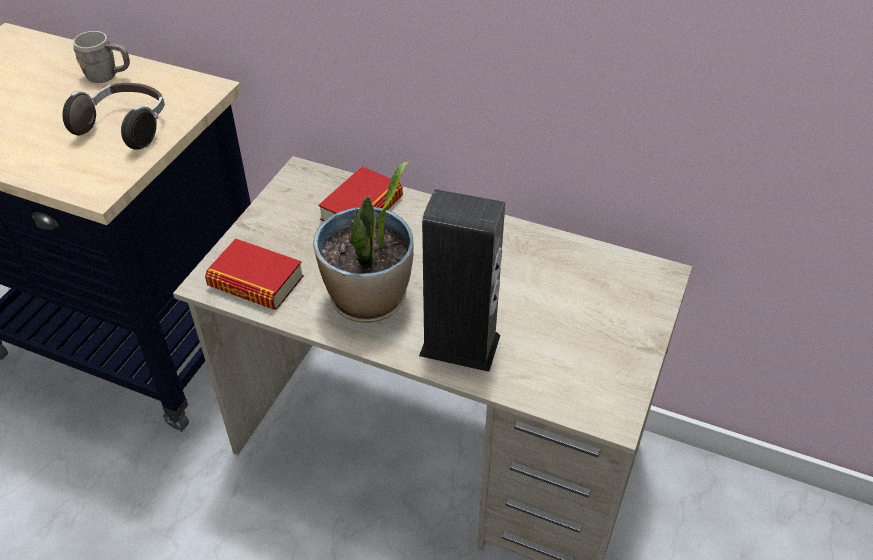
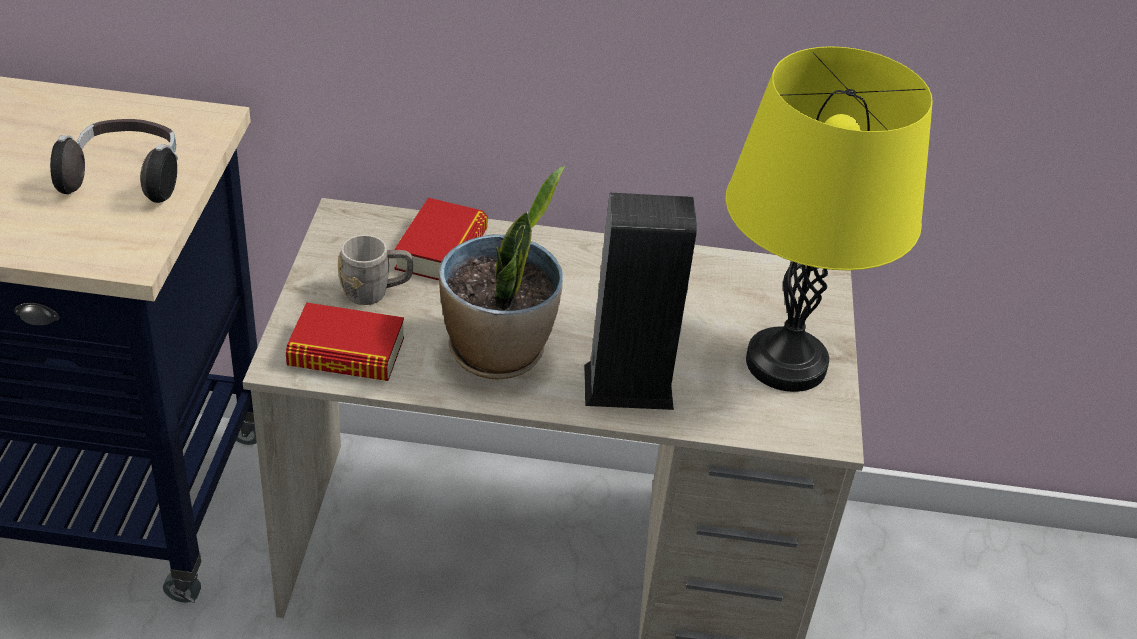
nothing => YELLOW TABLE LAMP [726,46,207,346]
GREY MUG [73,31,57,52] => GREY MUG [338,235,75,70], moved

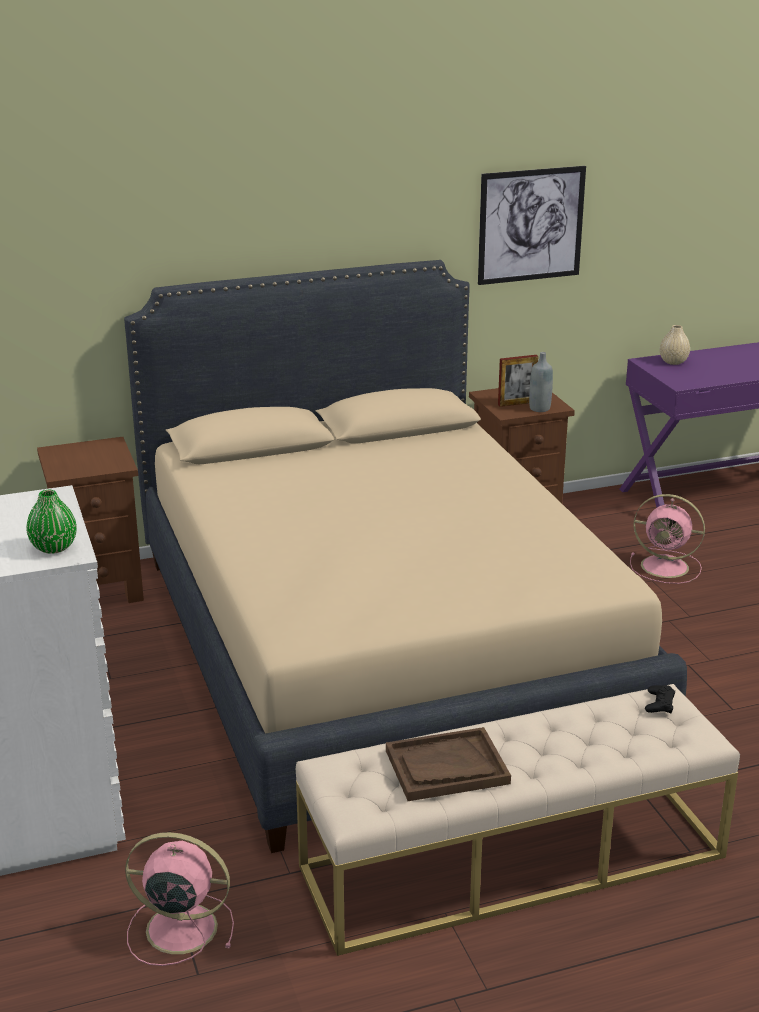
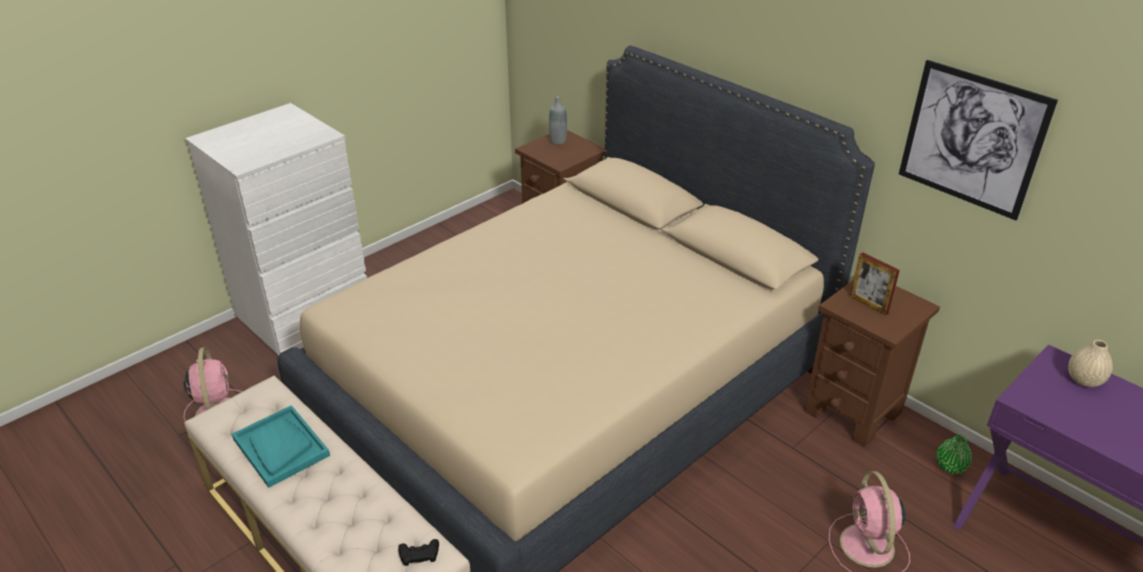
GREEN VASE [26,490,51,64] => GREEN VASE [936,434,36,40], moved
GREY BOTTLE [529,352,24,60] => GREY BOTTLE [549,96,18,49], moved
BROWN TRAY [386,727,125,74] => TURQUOISE TRAY [232,405,98,83]

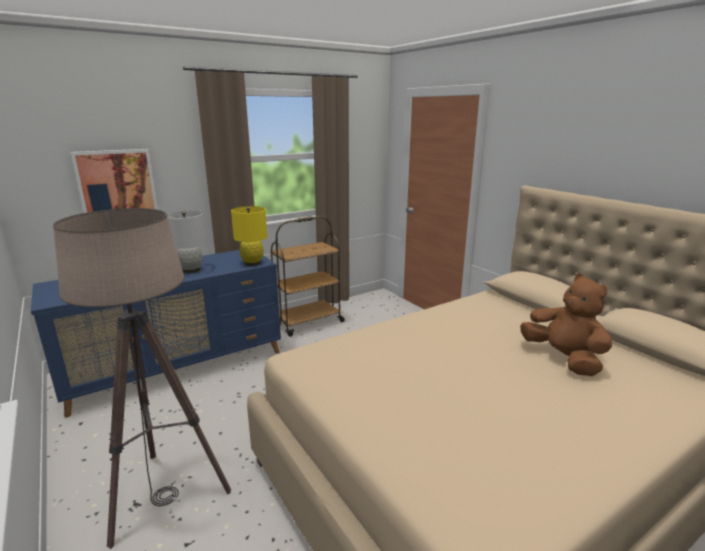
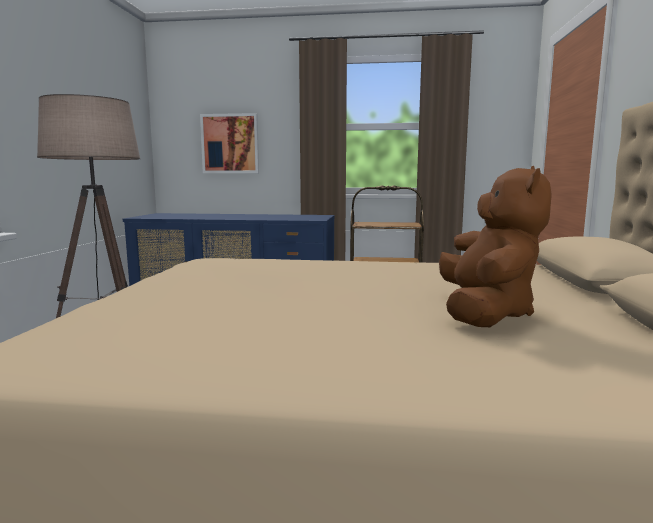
WHITE TABLE LAMP [167,211,39,62] => nothing
YELLOW TABLE LAMP [231,206,36,60] => nothing

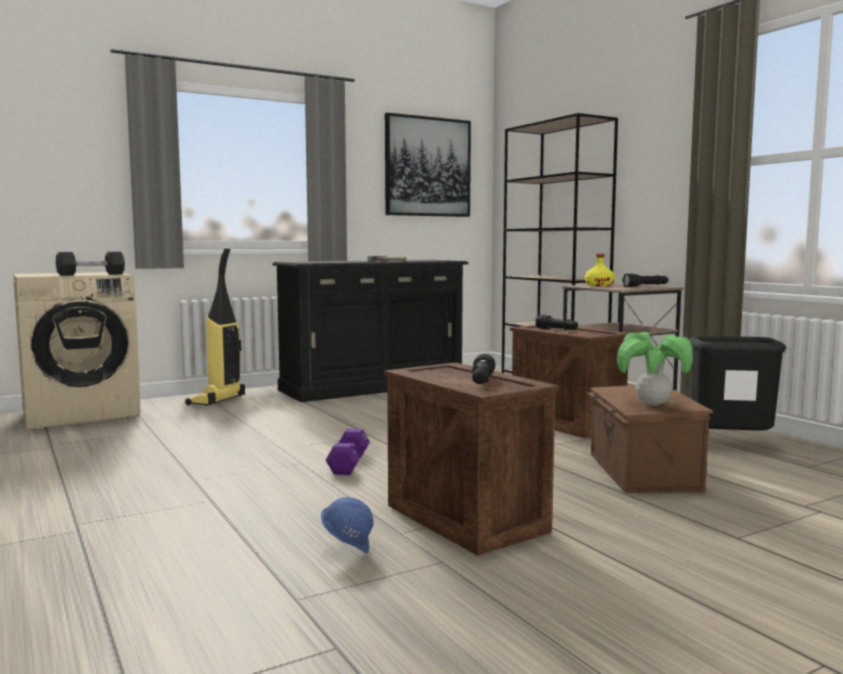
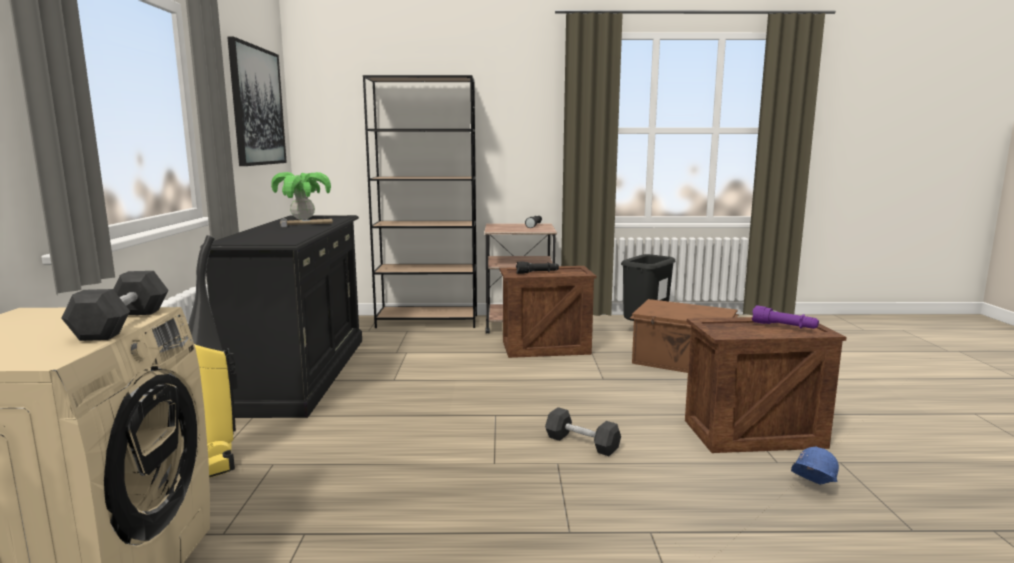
YELLOW BOTTLE [585,254,30,32] => nothing
POTTED PLANT [617,332,76,74] => POTTED PLANT [271,172,60,48], moved
PURPLE DUMBBELL [326,429,44,46] => BLACK DUMBBELL [545,407,76,49]
BLACK FLASHLIGHT [472,354,23,30] => PURPLE FLASHLIGHT [752,305,67,24]

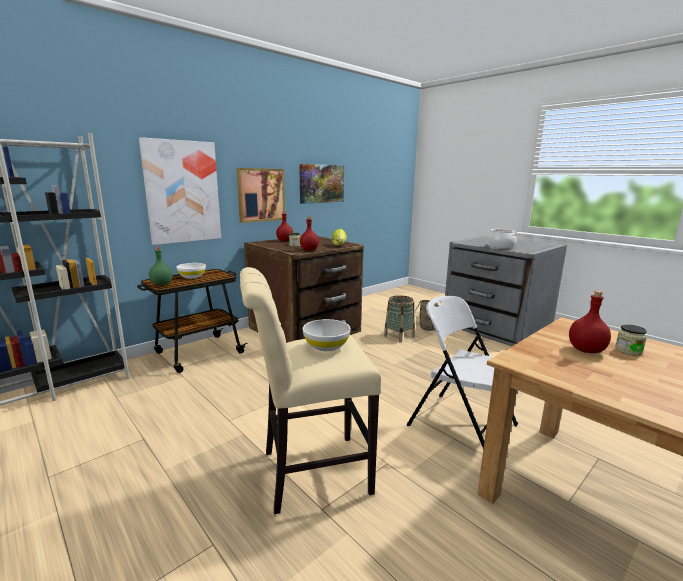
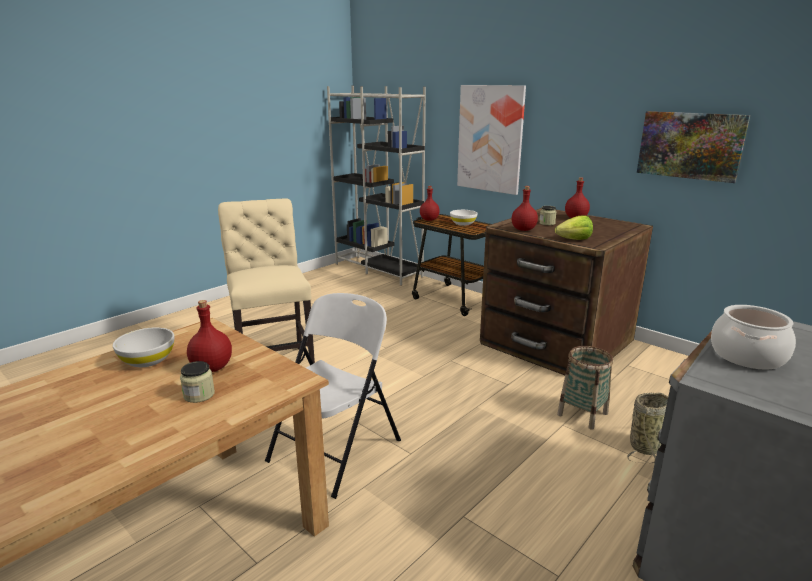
PICTURE [237,168,48,55] => nothing
WHITE BOWL [303,319,48,32] => WHITE BOWL [113,327,61,40], moved
GREEN BOTTLE [149,247,24,38] => RED BOTTLE [420,186,20,35]

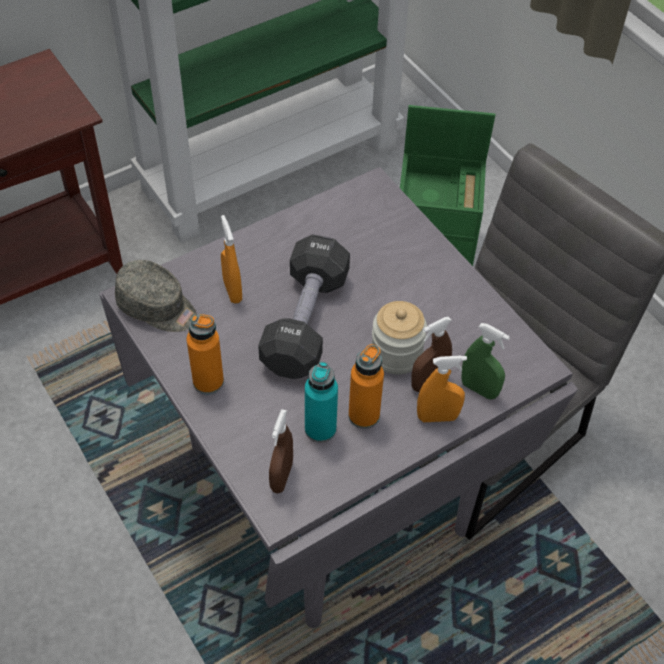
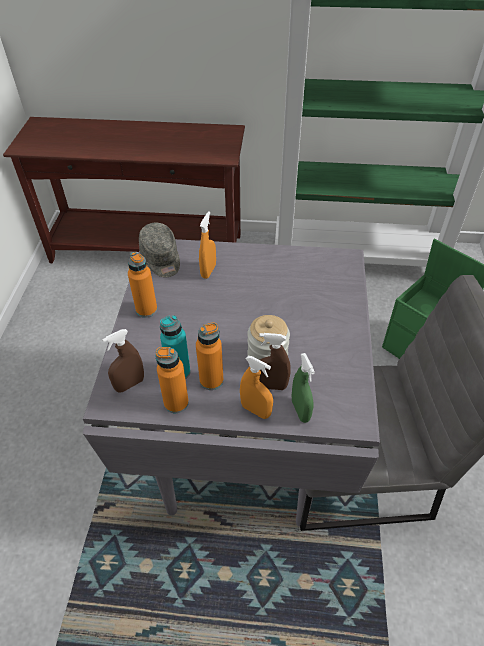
BLACK DUMBBELL [258,234,92,145] => nothing
nothing => ORANGE BOTTLE [156,347,33,66]

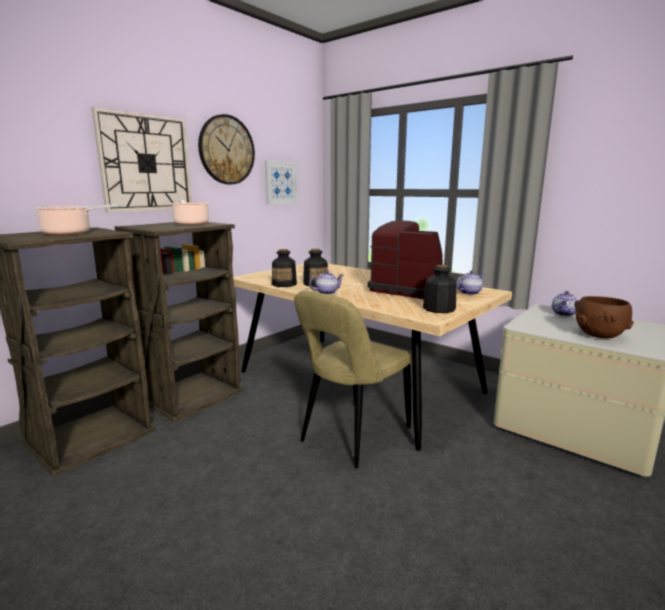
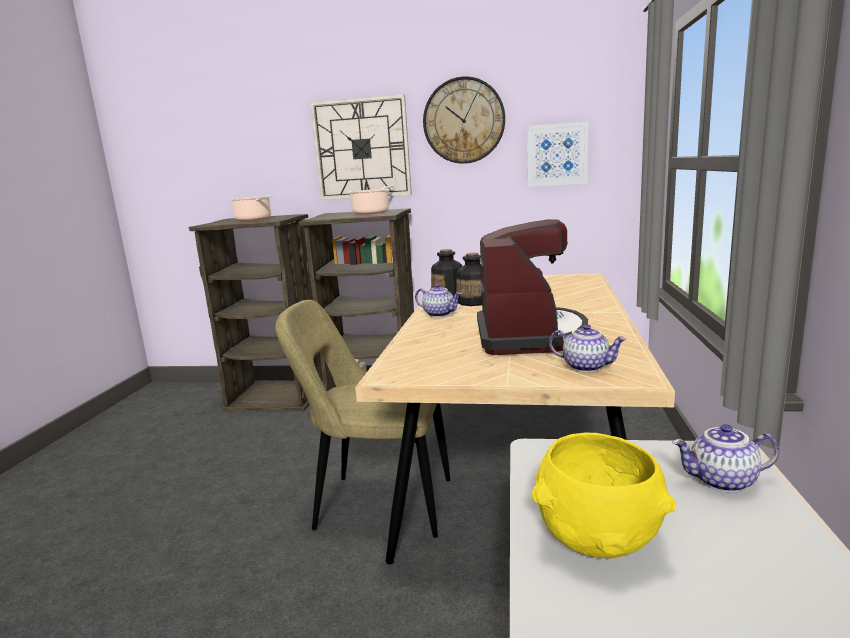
BOTTLE [423,265,34,48] => nothing
BROWN BOWL [574,296,60,42] => YELLOW BOWL [532,432,144,126]

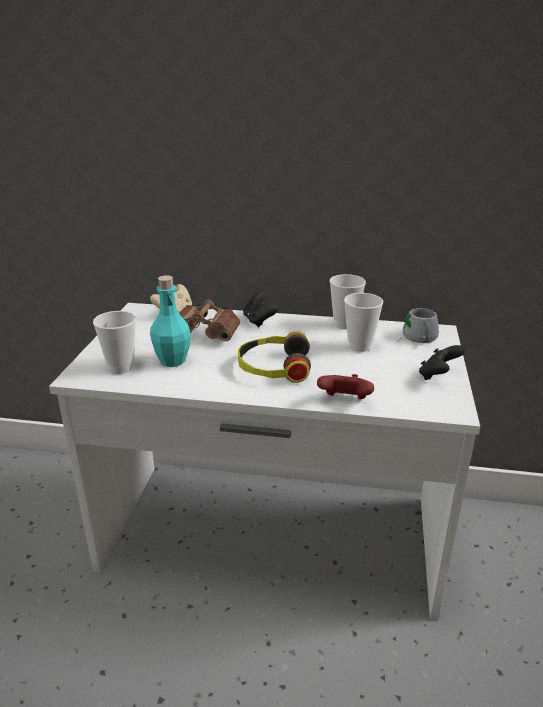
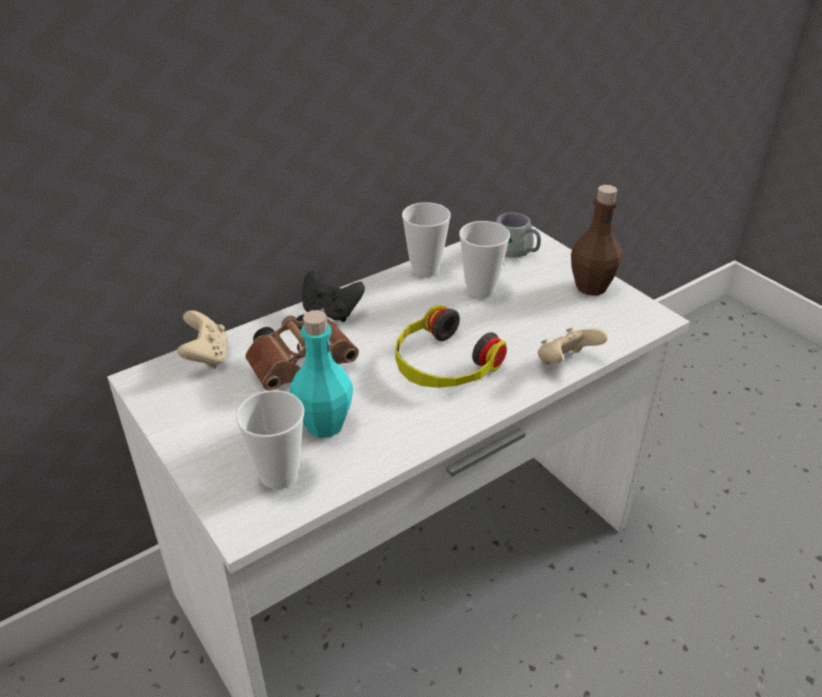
BLACK GAME CONTROLLER [419,345,46,35] => BROWN BOTTLE [571,185,52,111]
RED GAME CONTROLLER [317,374,57,25] => BEIGE GAME CONTROLLER [538,327,70,38]

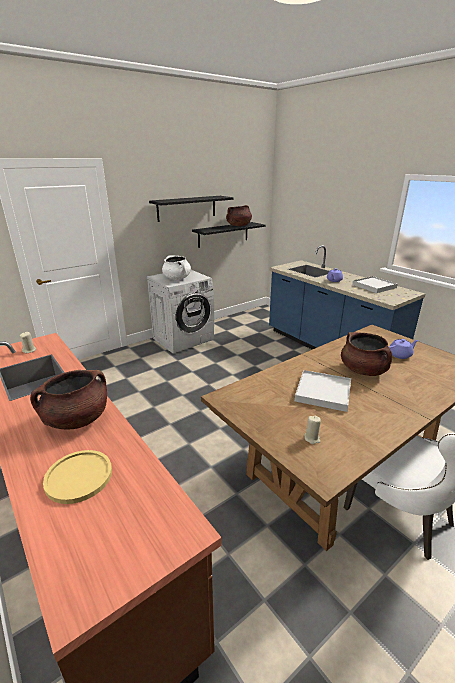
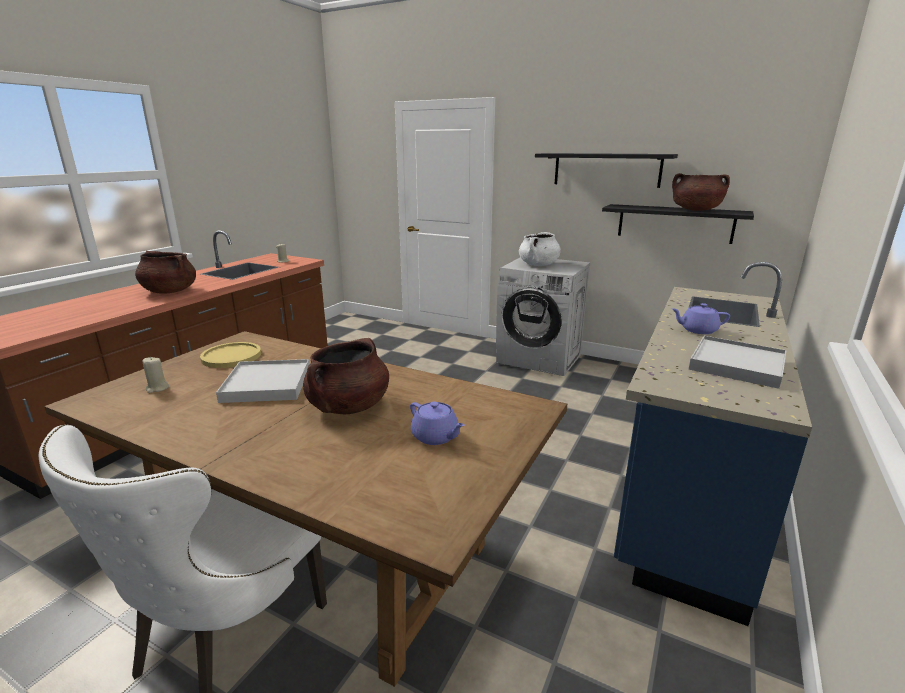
YELLOW PLATE [43,450,69,54] => YELLOW PLATE [200,342,61,26], moved

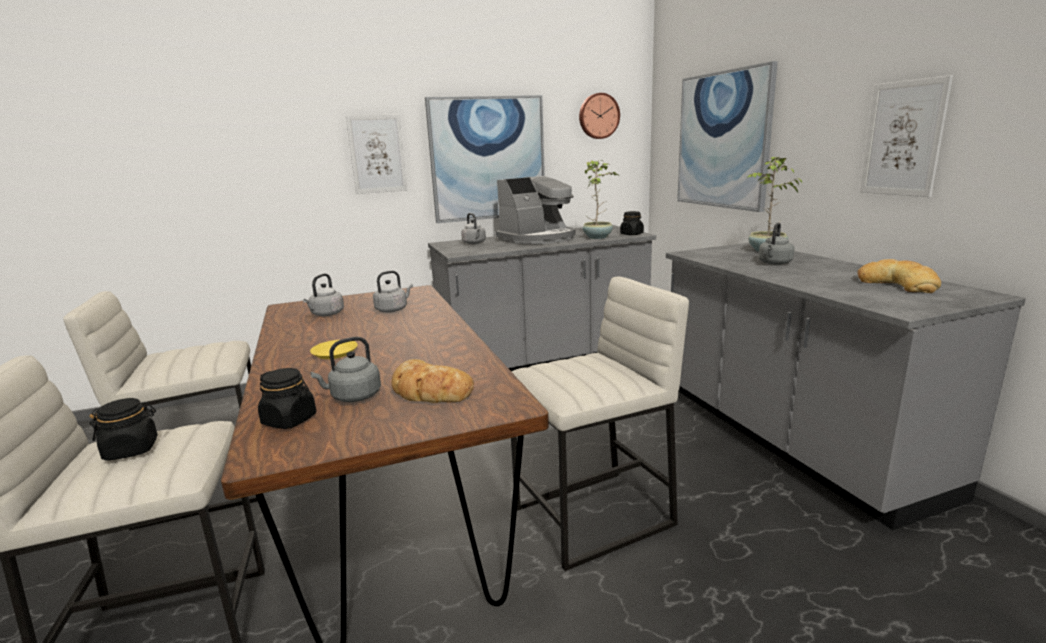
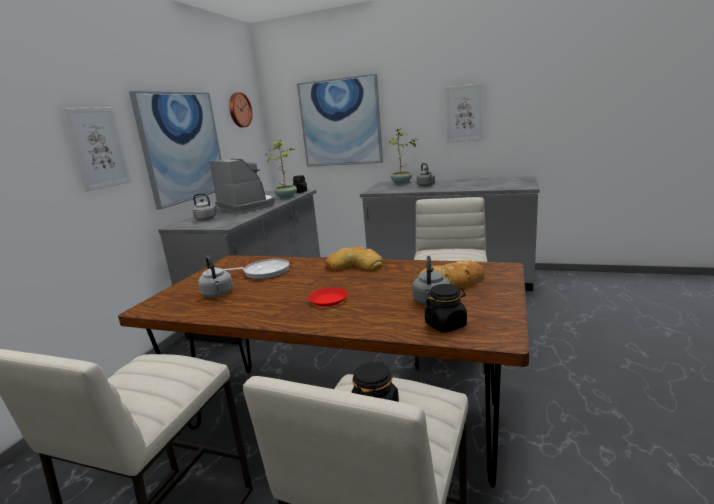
BREAD [857,259,84,34] => BREAD [326,247,57,24], moved
GREY KETTLE [373,271,40,42] => FRYING PAN [223,259,66,20]
YELLOW PLATE [310,340,48,19] => RED PLATE [308,287,40,19]
COFFEE MACHINE [496,176,79,69] => COFFEE MACHINE [209,159,66,55], 45 degrees counterclockwise

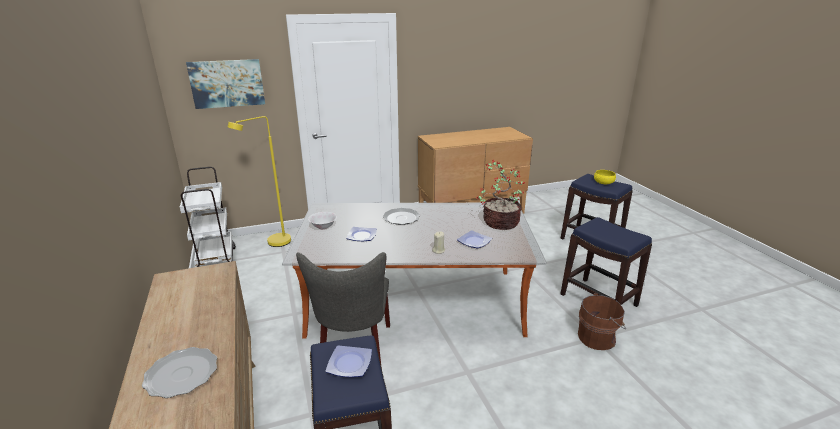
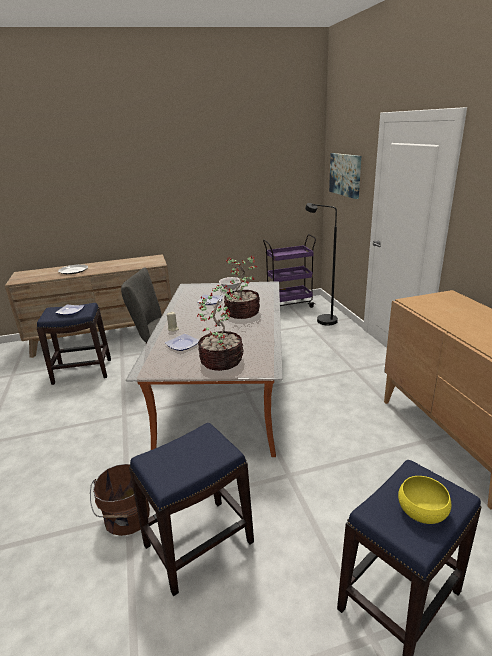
PLATE [383,208,37,17] => POTTED PLANT [224,255,36,64]
WHITE CART [180,167,56,100] => PURPLE CART [263,234,53,74]
YELLOW FLOOR LAMP [228,116,63,131] => BLACK FLOOR LAMP [305,203,33,122]

